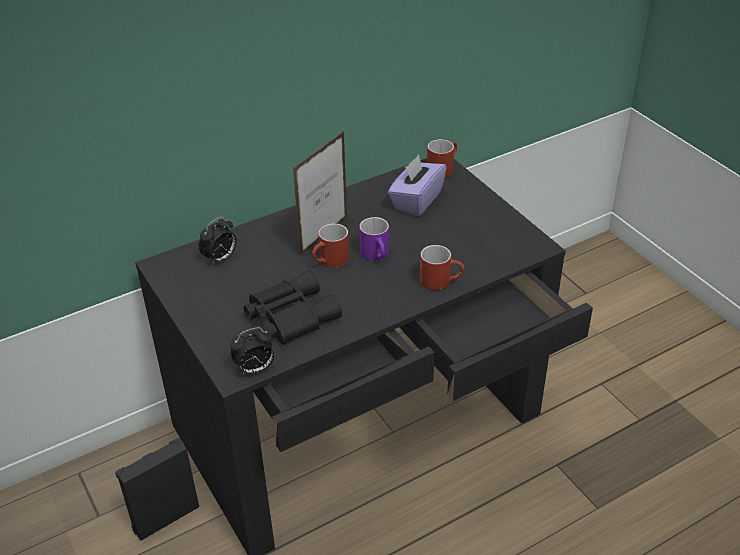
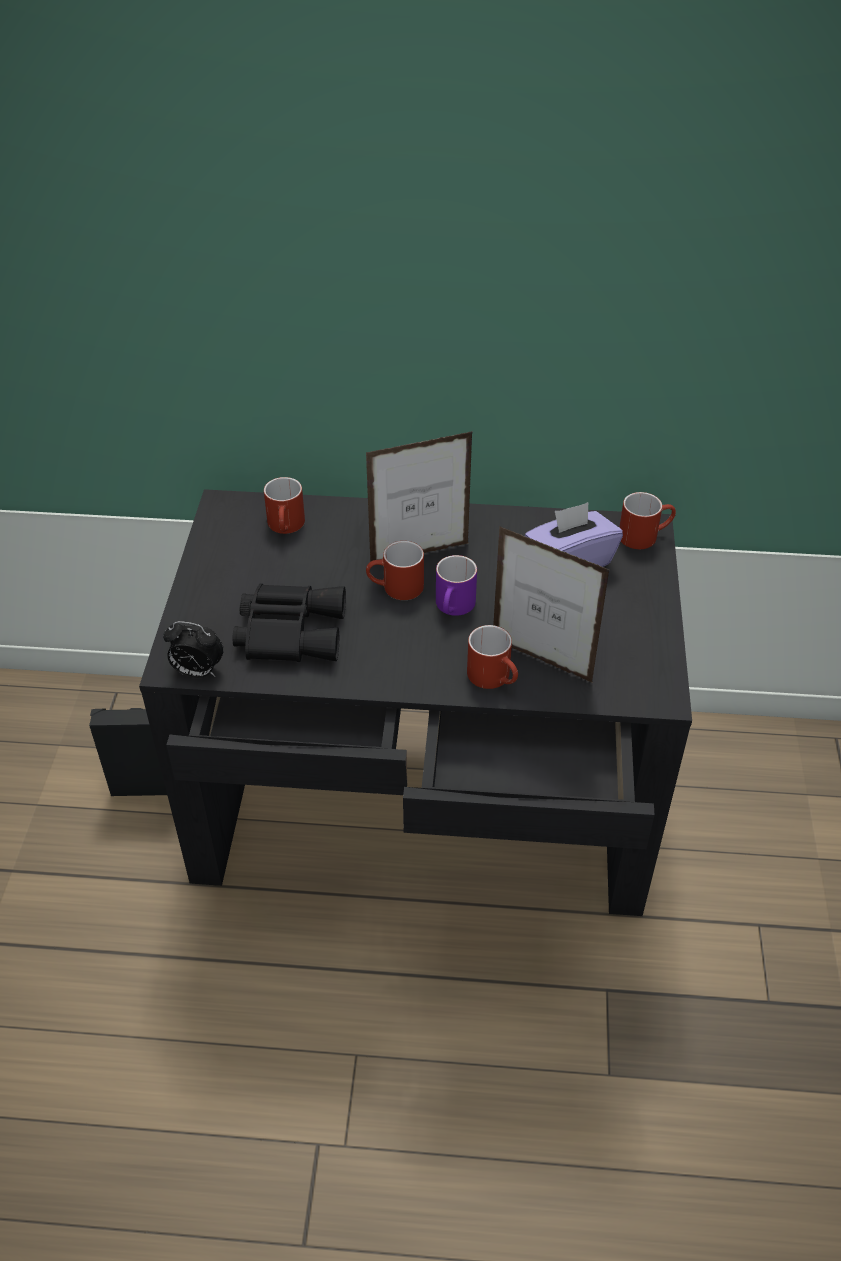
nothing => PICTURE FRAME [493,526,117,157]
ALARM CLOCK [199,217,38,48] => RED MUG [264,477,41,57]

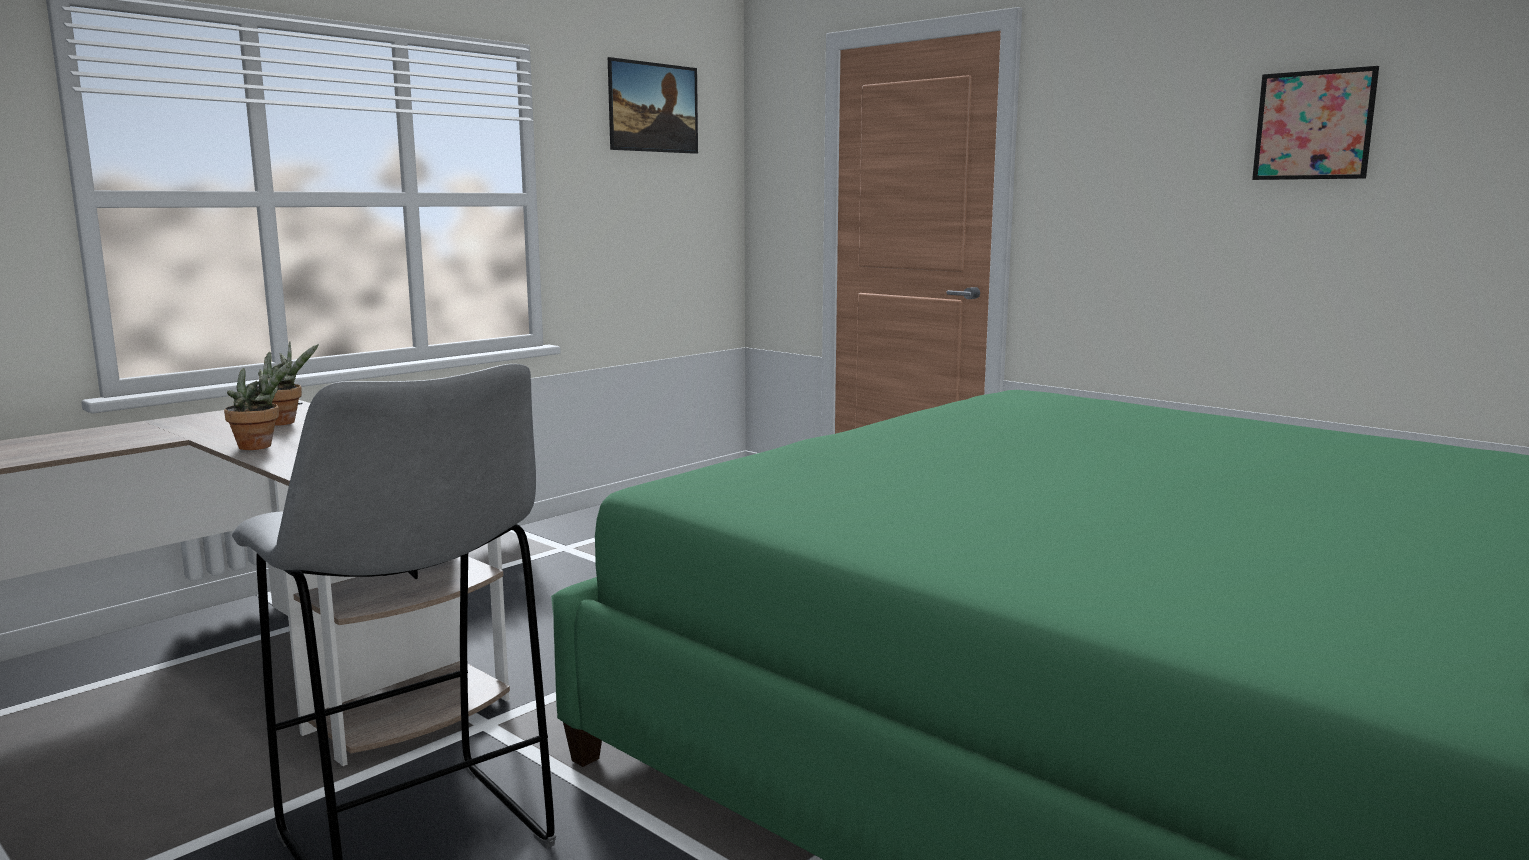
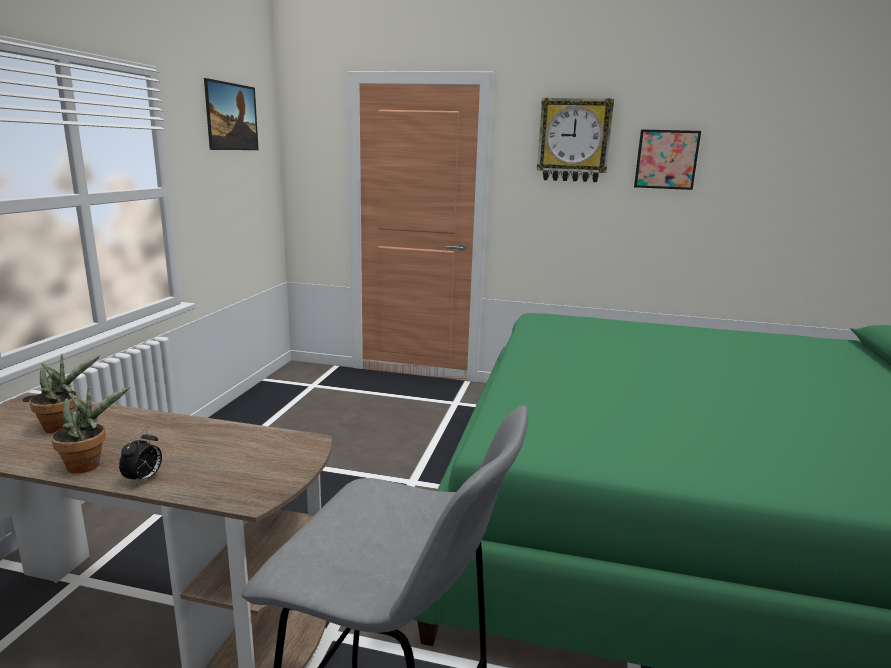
nothing => ALARM CLOCK [119,430,43,56]
nothing => WALL CLOCK [537,98,77,84]

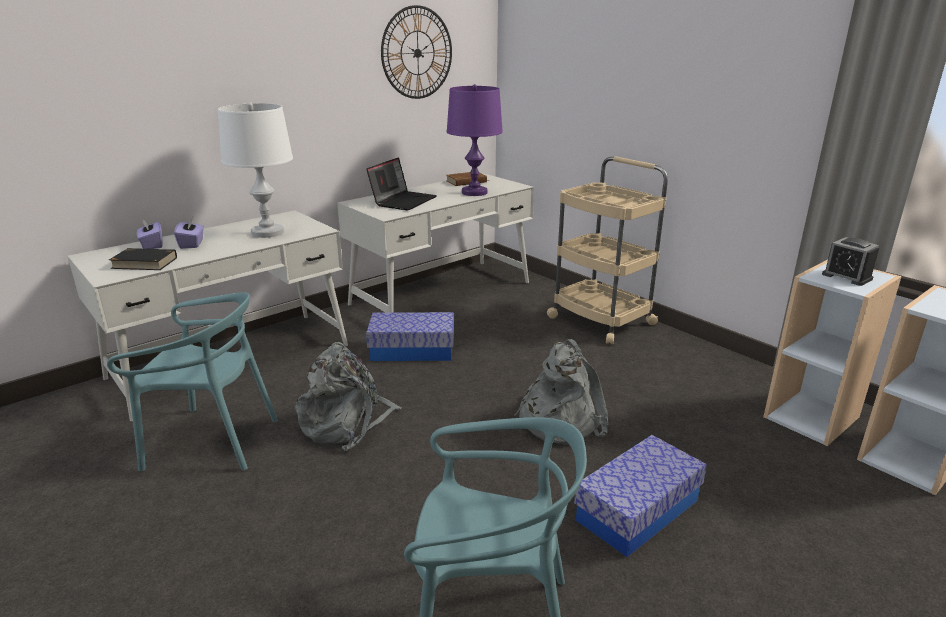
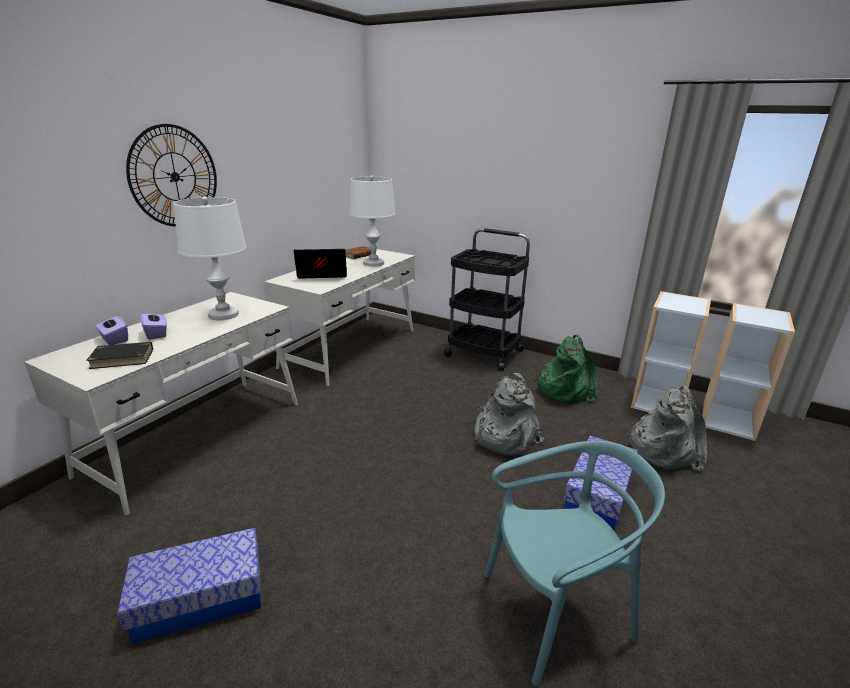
TURQUOISE CHAIR [107,292,171,179] => nothing
ALARM CLOCK [822,237,57,49] => nothing
nothing => GREEN BACKPACK [534,334,64,70]
GREY BACKPACK [295,342,107,109] => GREY BACKPACK [625,386,82,85], moved
STORAGE BOX [366,312,88,49] => STORAGE BOX [117,528,145,116], moved
WALL CLOCK [381,5,71,94] => WALL CLOCK [126,124,91,103], moved
PURPLE TABLE LAMP [447,84,56,112] => WHITE TABLE LAMP [349,175,46,92]
BEIGE CART [547,156,121,188] => BLACK CART [443,228,87,143]
LAPTOP [366,157,71,54] => LAPTOP [294,249,53,29], 105 degrees counterclockwise

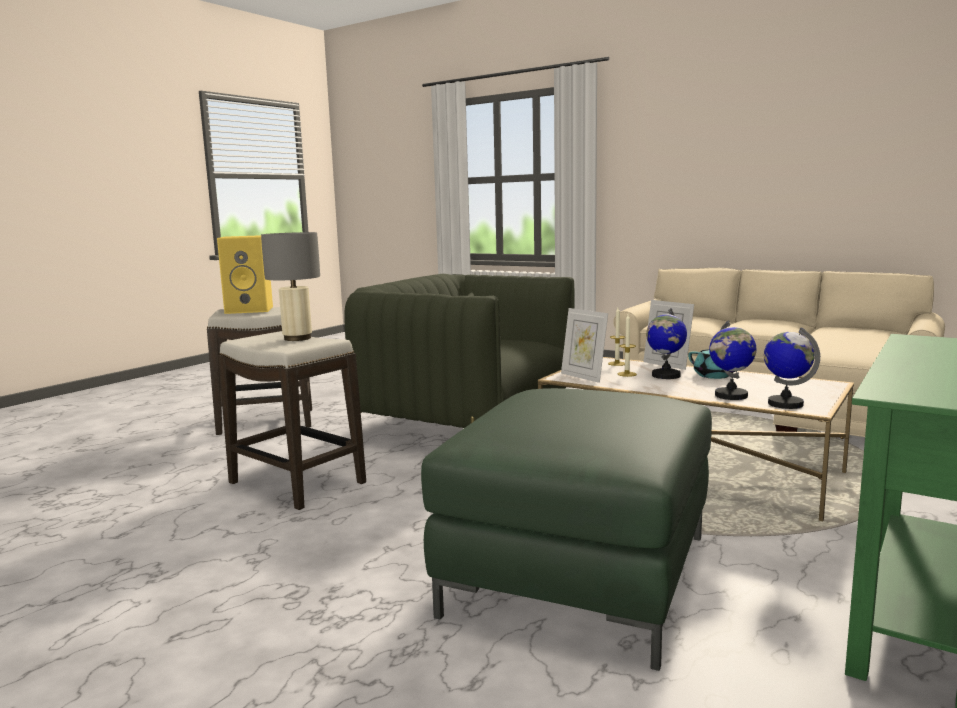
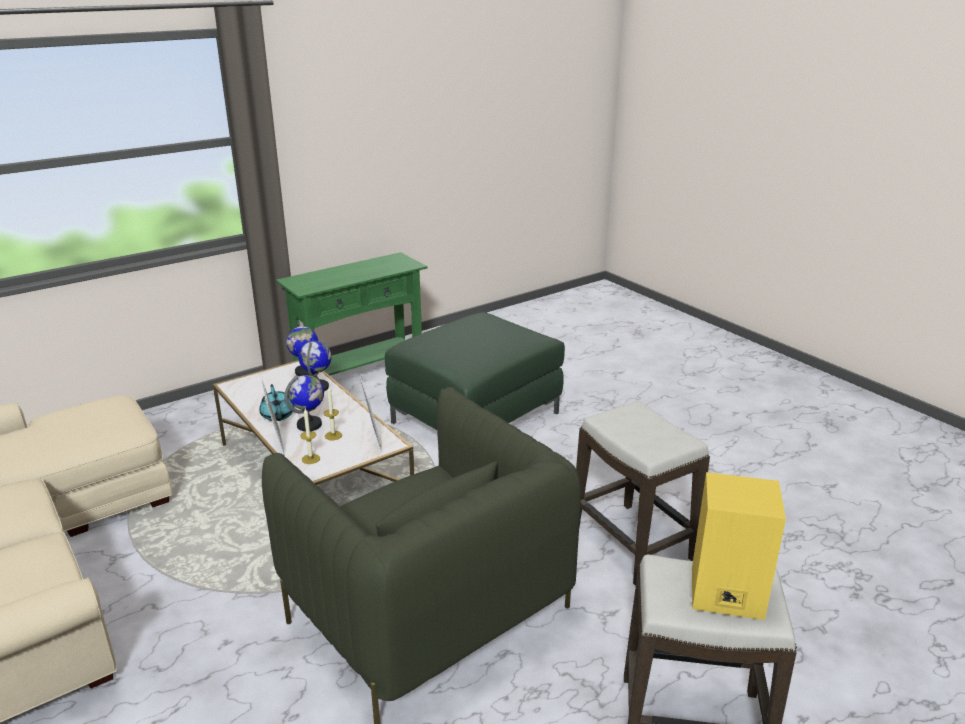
GREY TABLE LAMP [261,232,59,109] => nothing

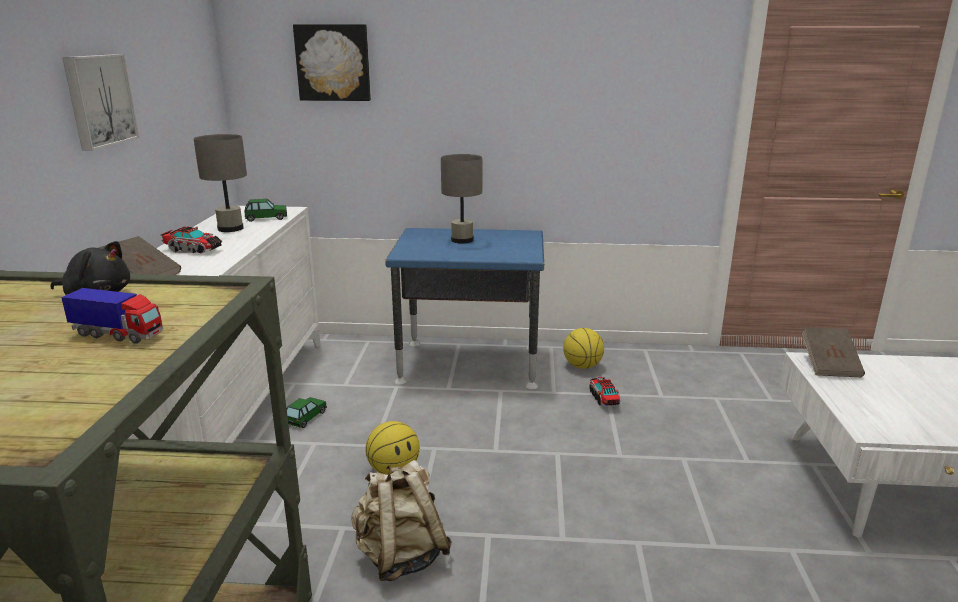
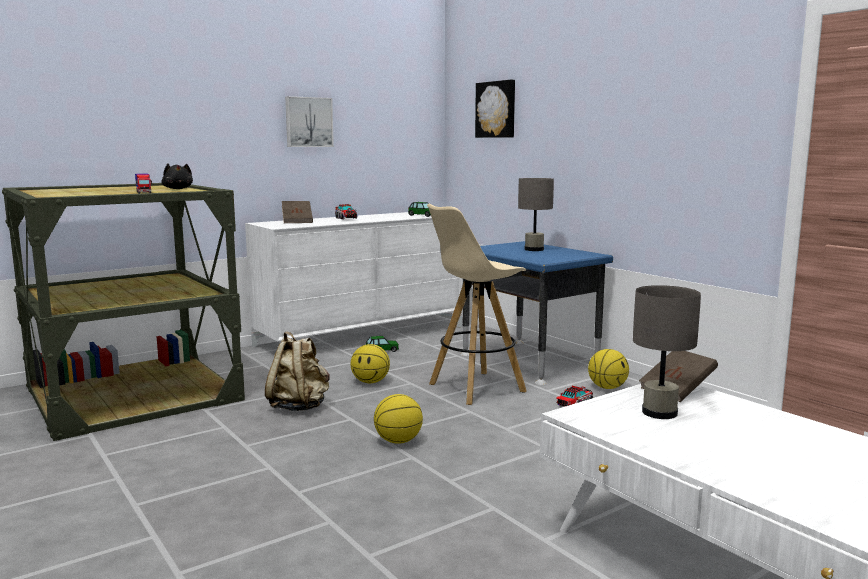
nothing => BASKETBALL [374,394,49,50]
nothing => BEIGE STOOL [427,204,100,201]
GREY TABLE LAMP [194,134,53,98] => GREY TABLE LAMP [633,285,68,134], moved

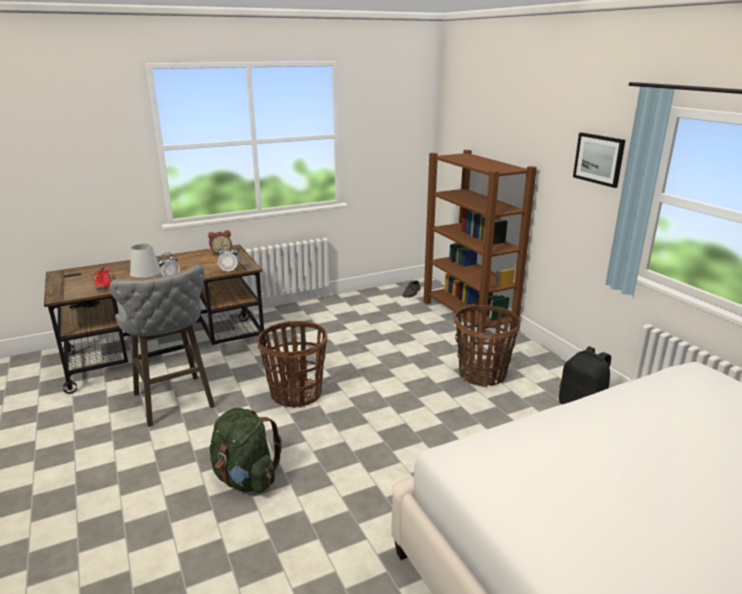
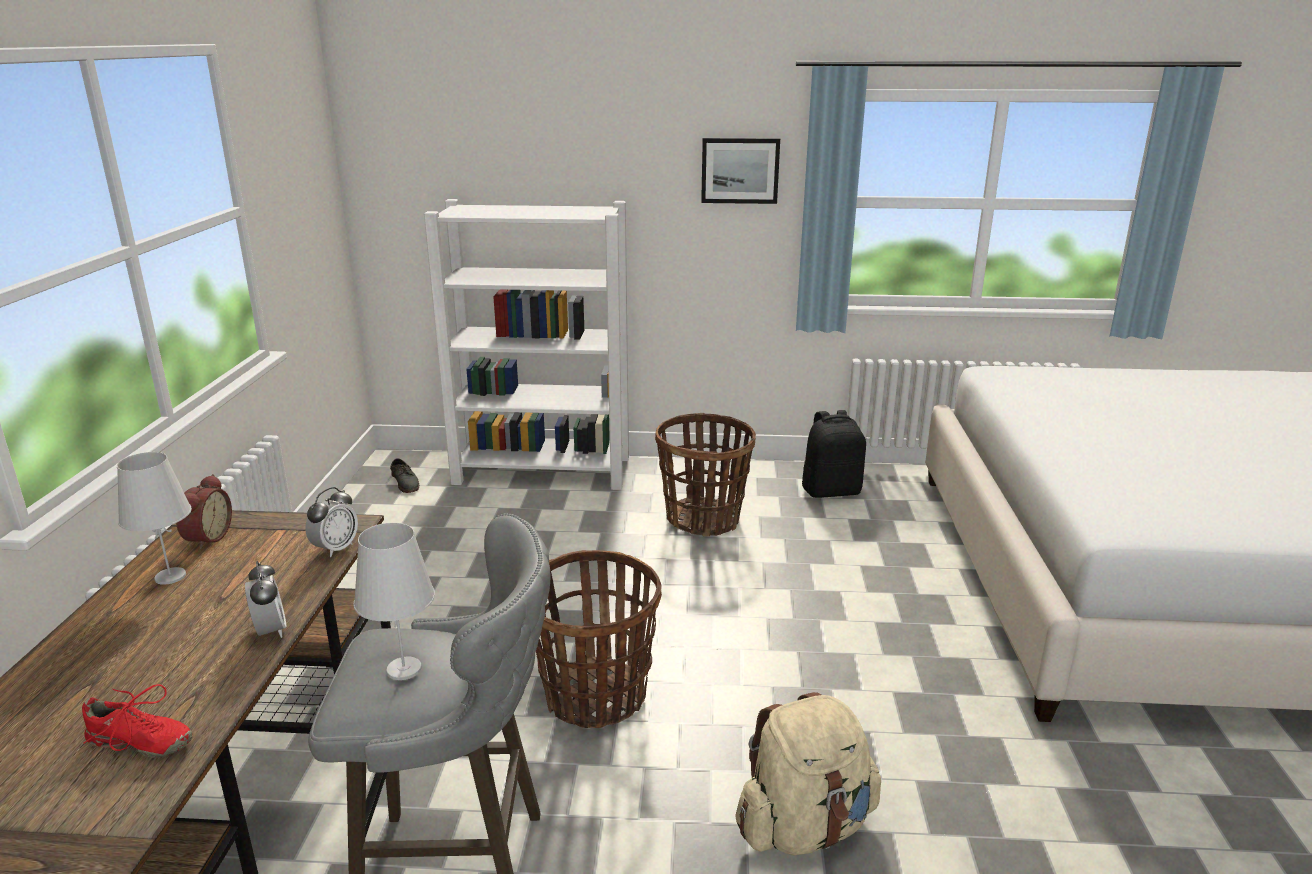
nothing => WHITE TABLE LAMP [117,452,75,133]
GREEN BACKPACK [210,408,72,85] => BEIGE BACKPACK [735,692,146,163]
BROWN BOOKCASE [424,150,113,191] => WHITE BOOKCASE [424,199,205,291]

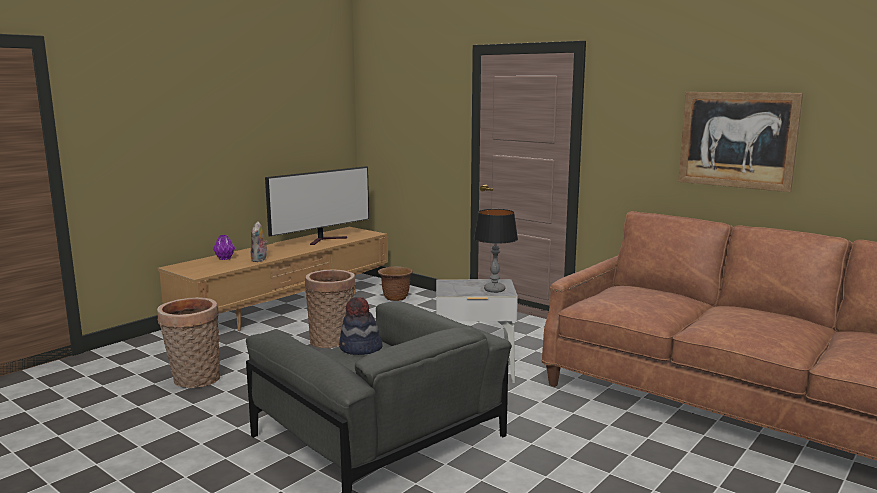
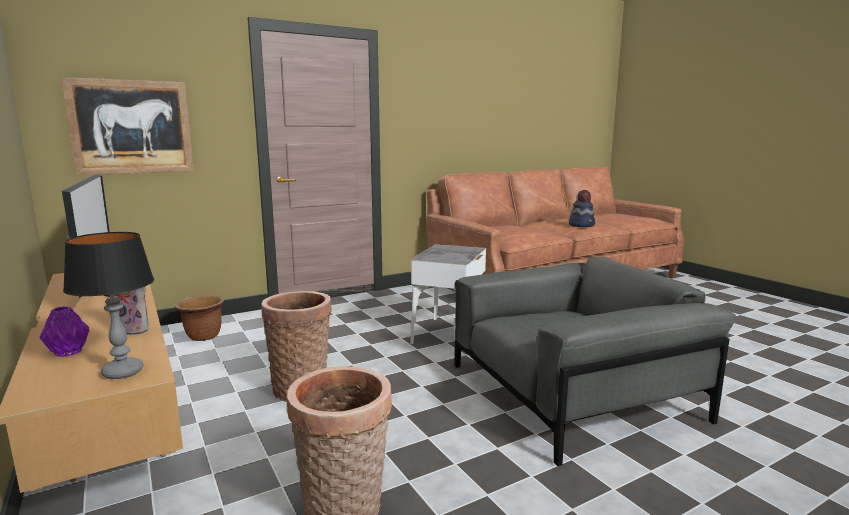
HAT [339,297,44,58] => HAT [569,190,26,37], moved
TABLE LAMP [474,209,44,84] => TABLE LAMP [63,232,91,147], moved
PICTURE [678,92,125,100] => PICTURE [61,77,133,98], moved

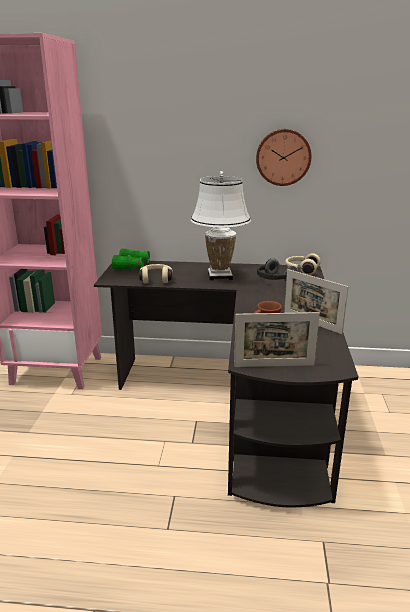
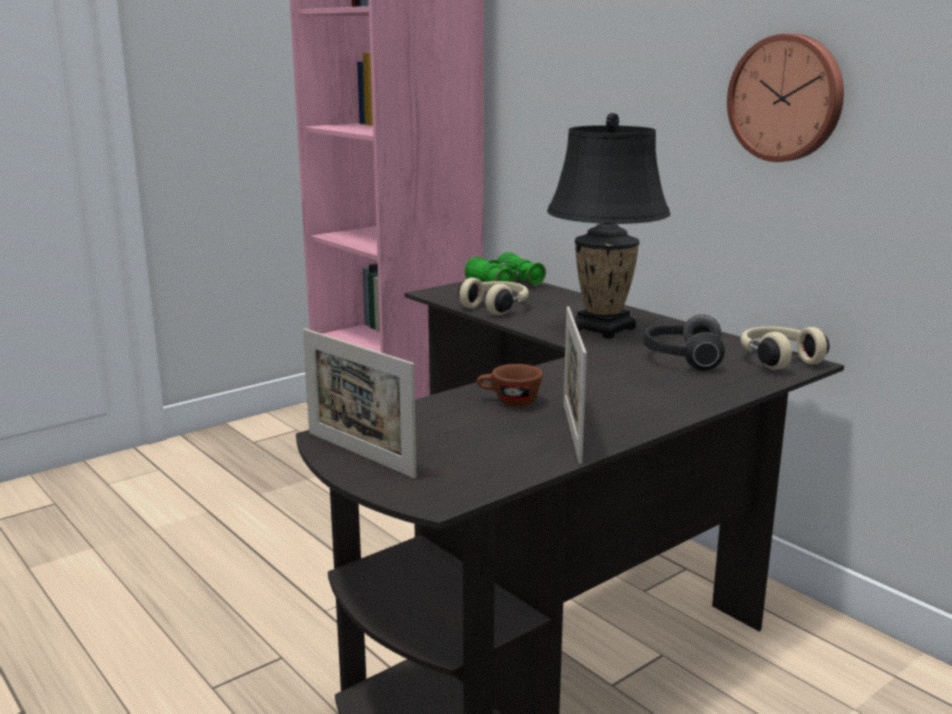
WHITE TABLE LAMP [191,171,60,110] => BLACK TABLE LAMP [547,113,123,226]

